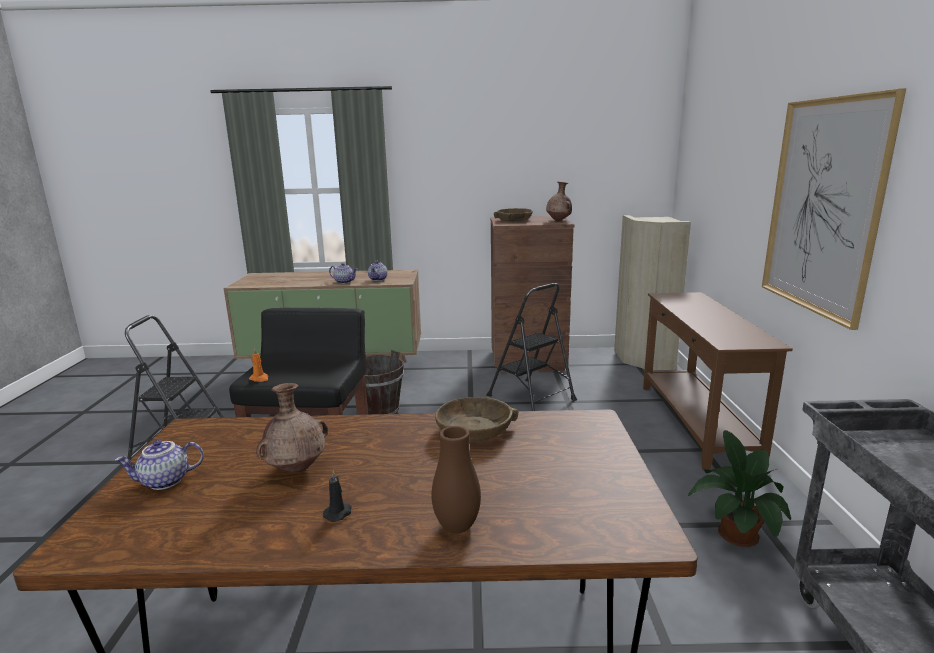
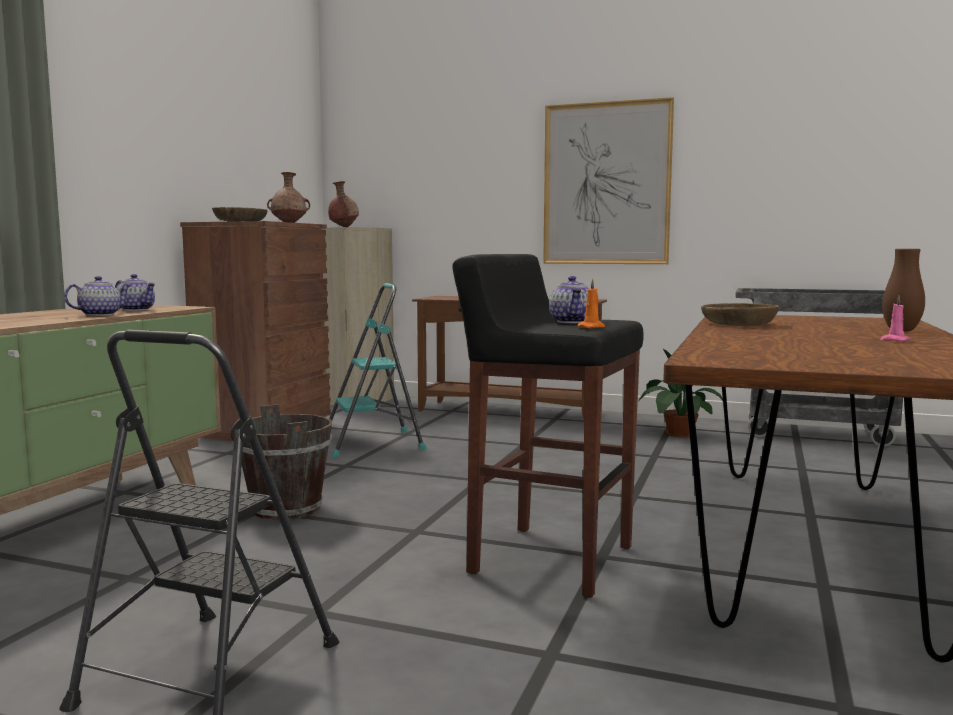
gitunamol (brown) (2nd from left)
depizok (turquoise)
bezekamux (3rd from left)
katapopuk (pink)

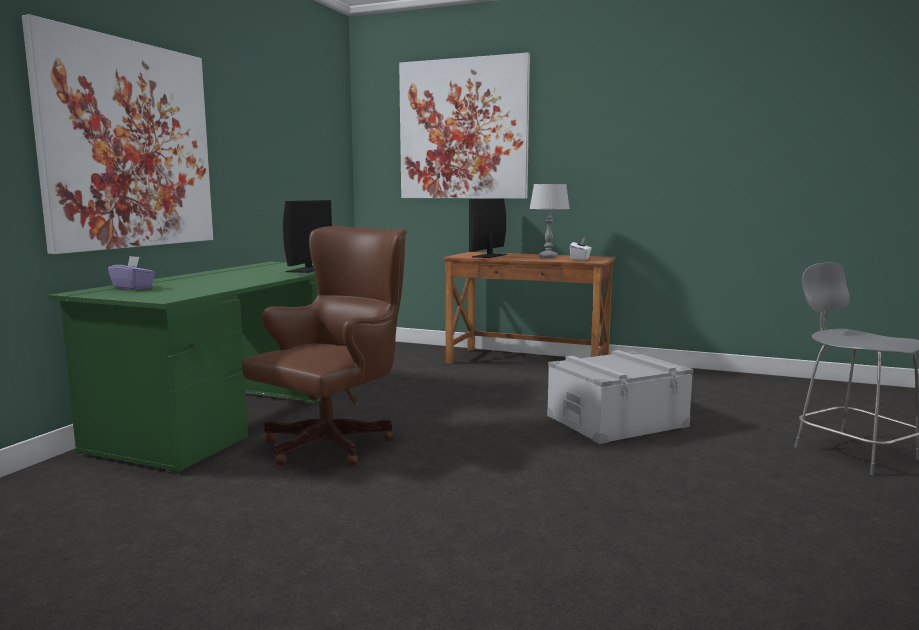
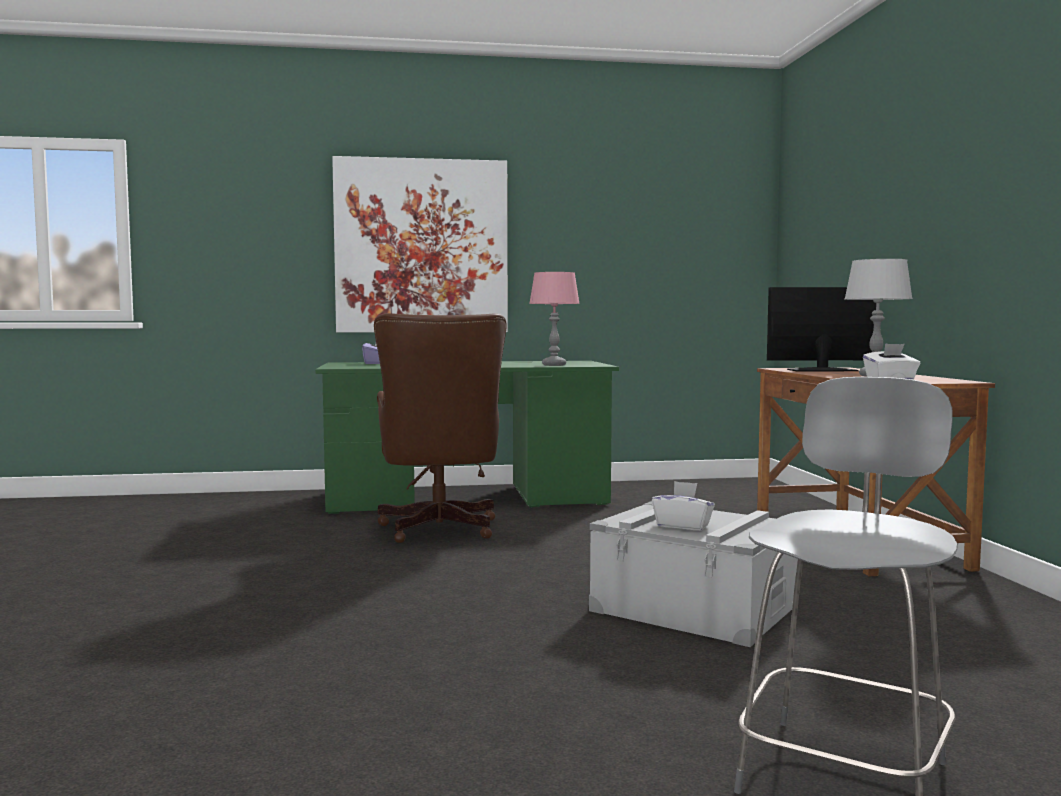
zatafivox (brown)
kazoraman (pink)
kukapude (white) (1st from left)
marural (2nd from left in the first image)

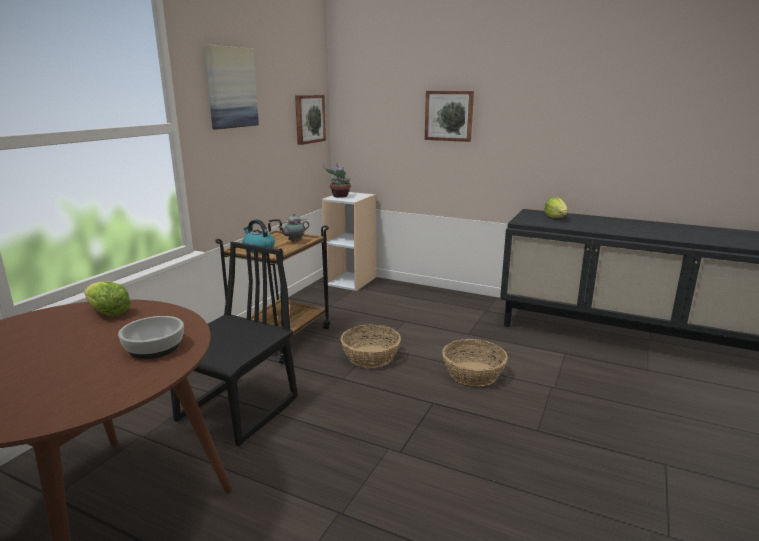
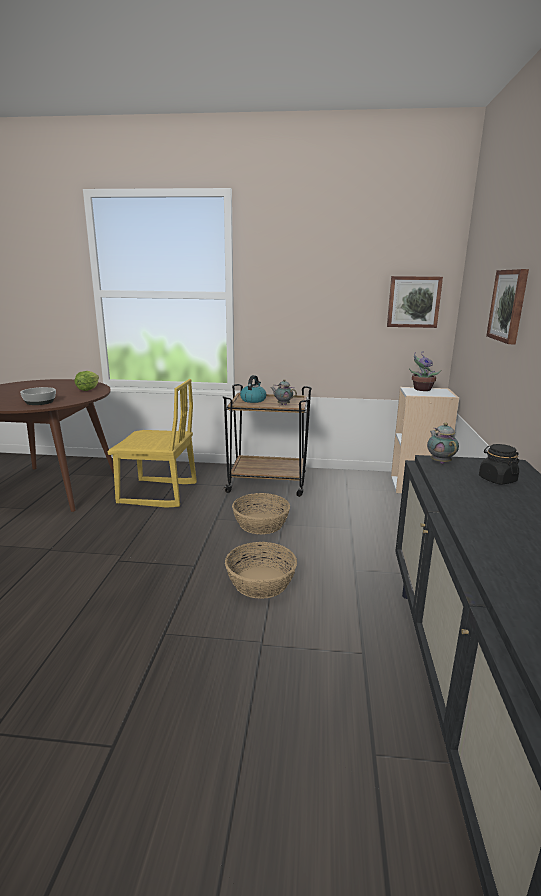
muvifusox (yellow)
bezekamux (2nd from left)
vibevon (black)
marural (1st from left in the first image)

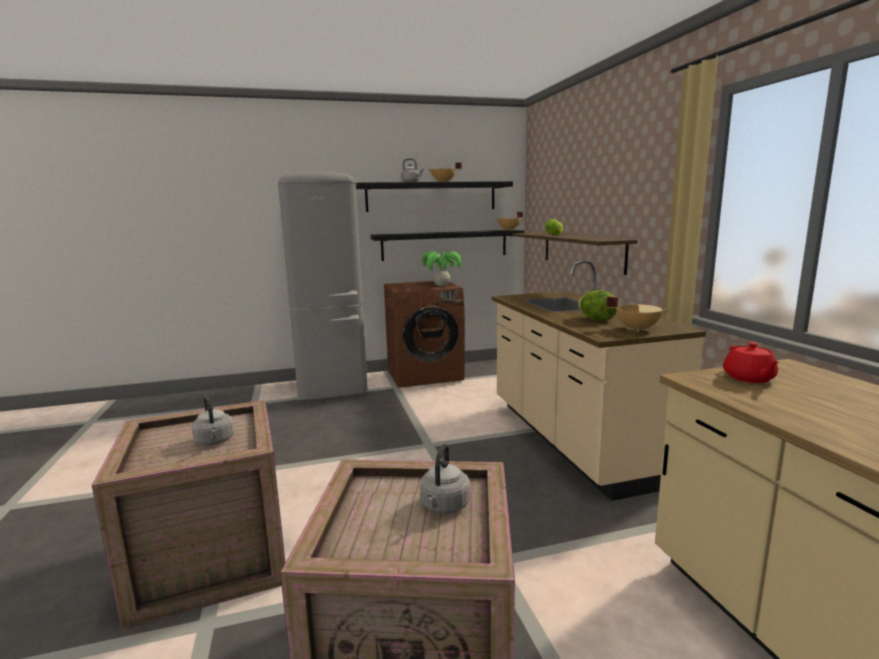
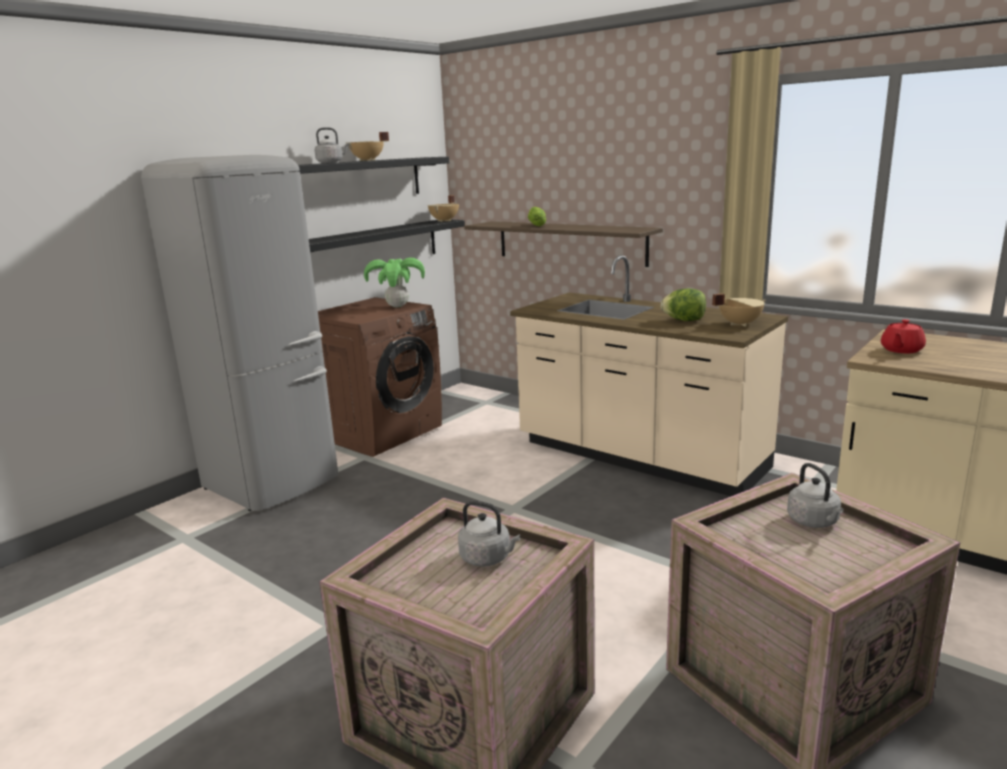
bezekamux (red)

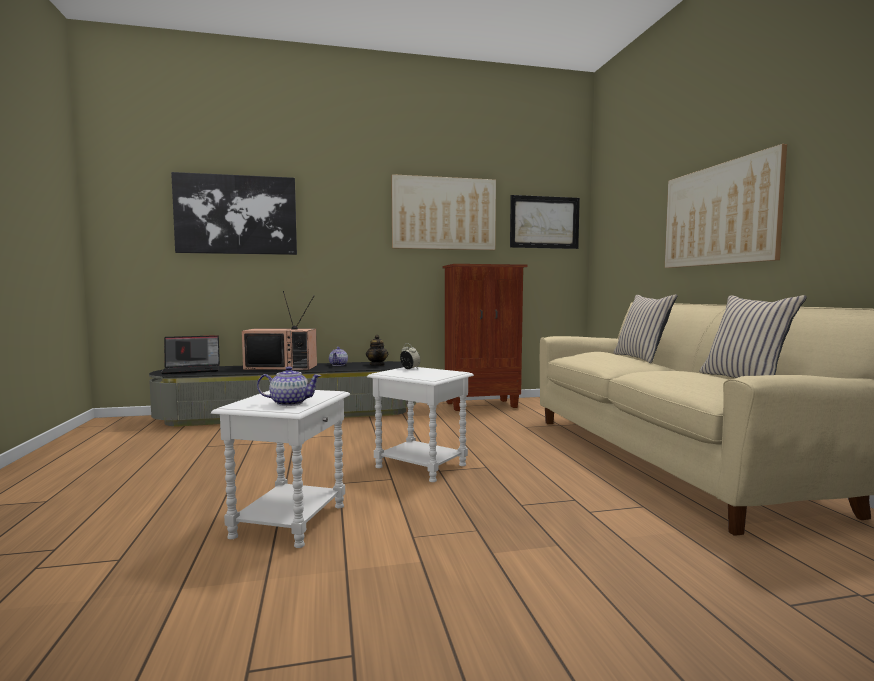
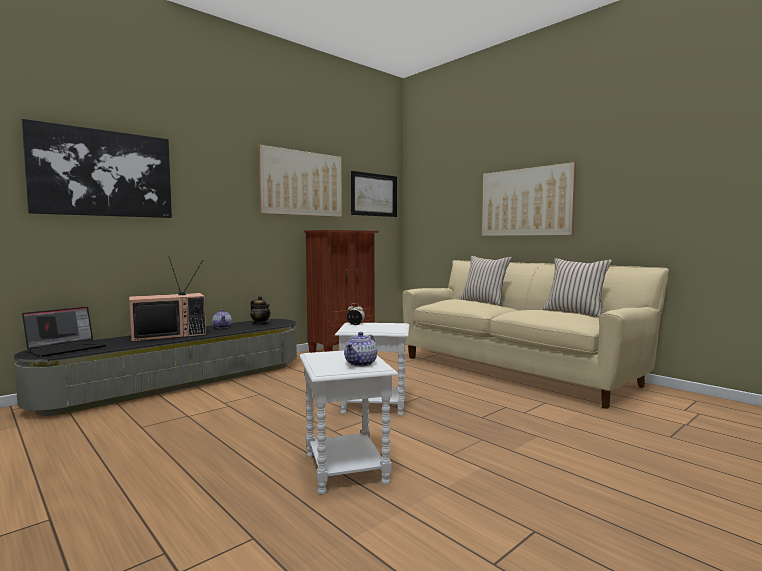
bezekamux (3rd from left)

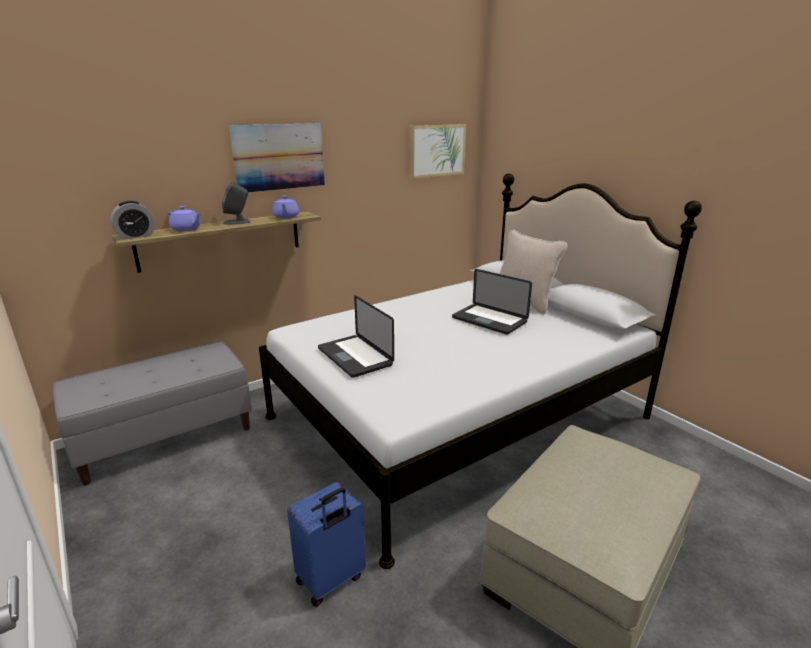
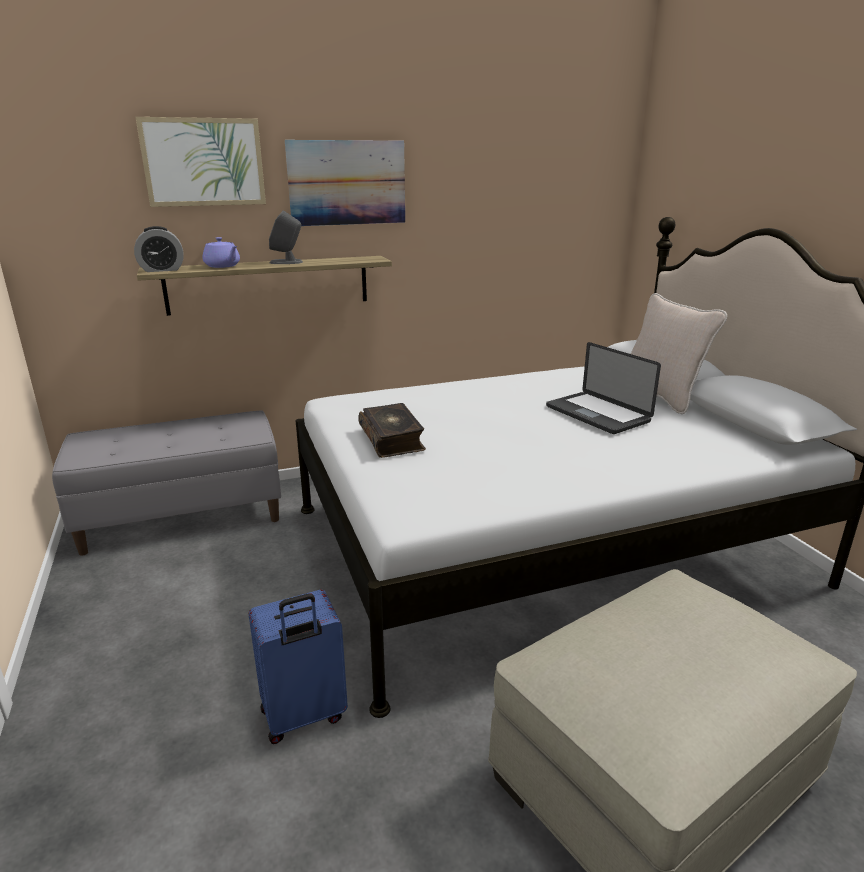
marural (1st from left)
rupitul
bezekamux (purple) (2nd from left in the first image)

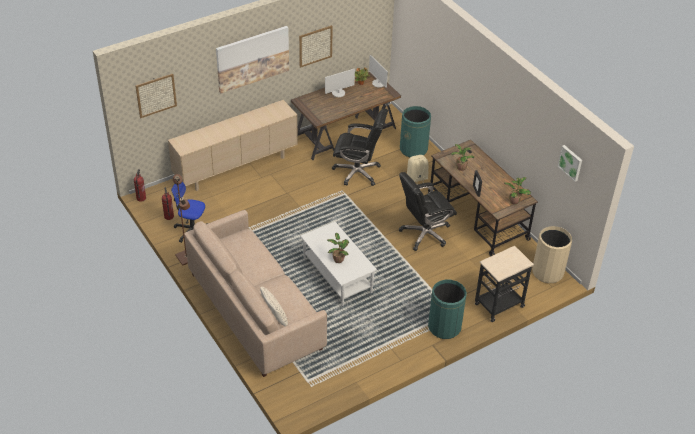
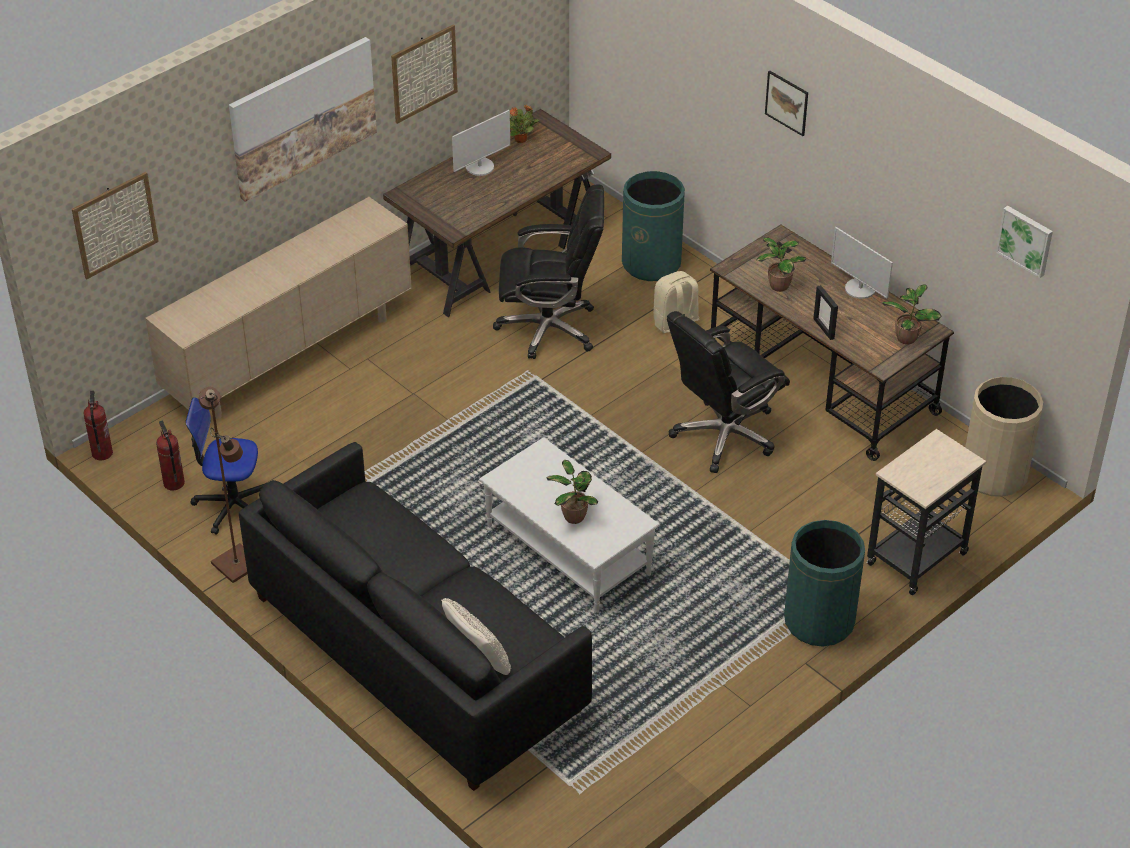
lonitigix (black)
marural (4th from left)
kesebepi (2nd from left)

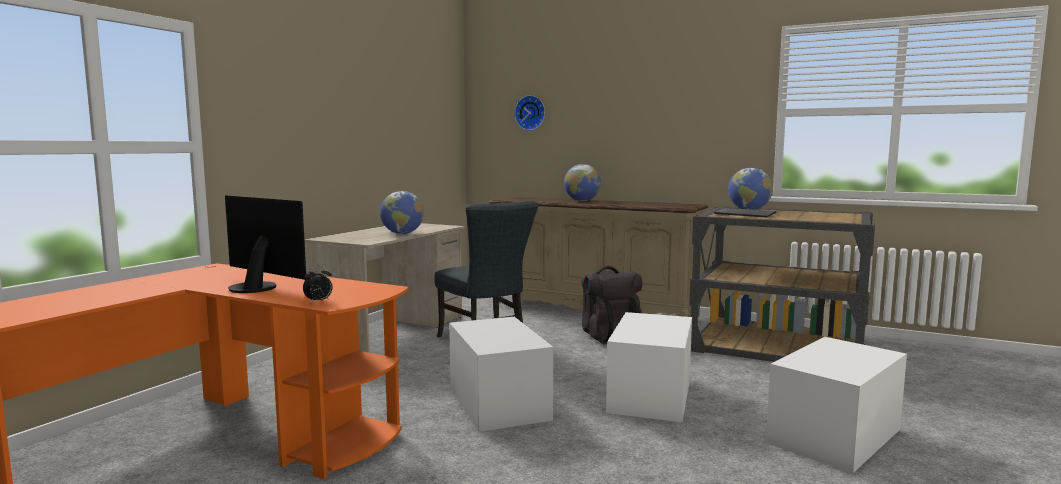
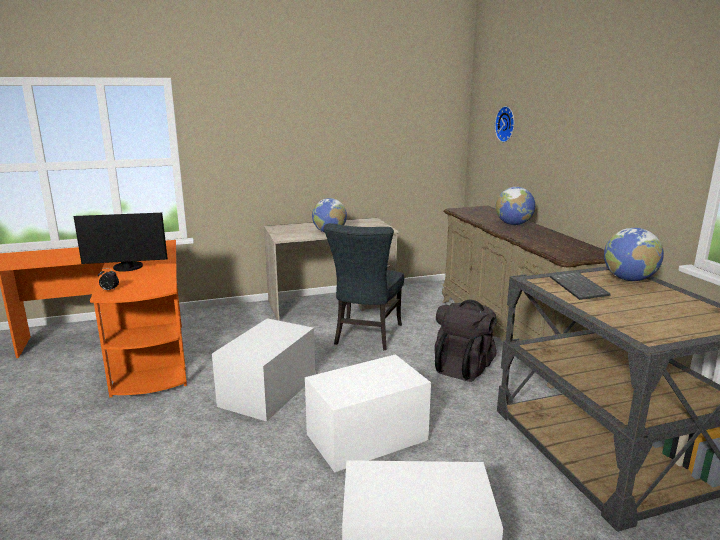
kesebepi

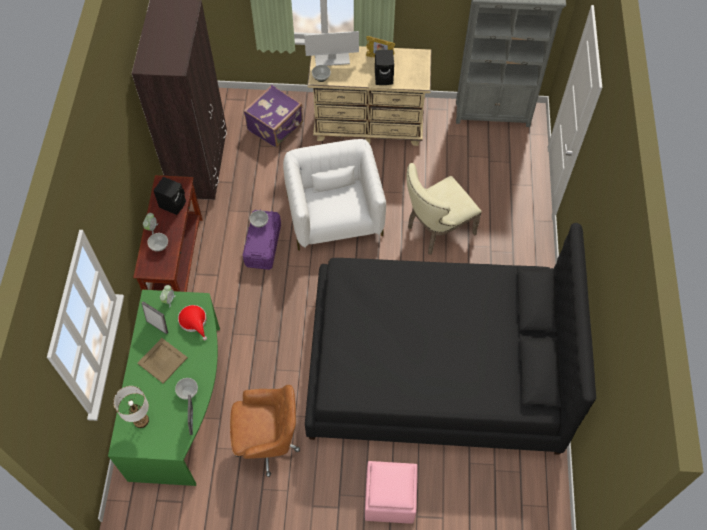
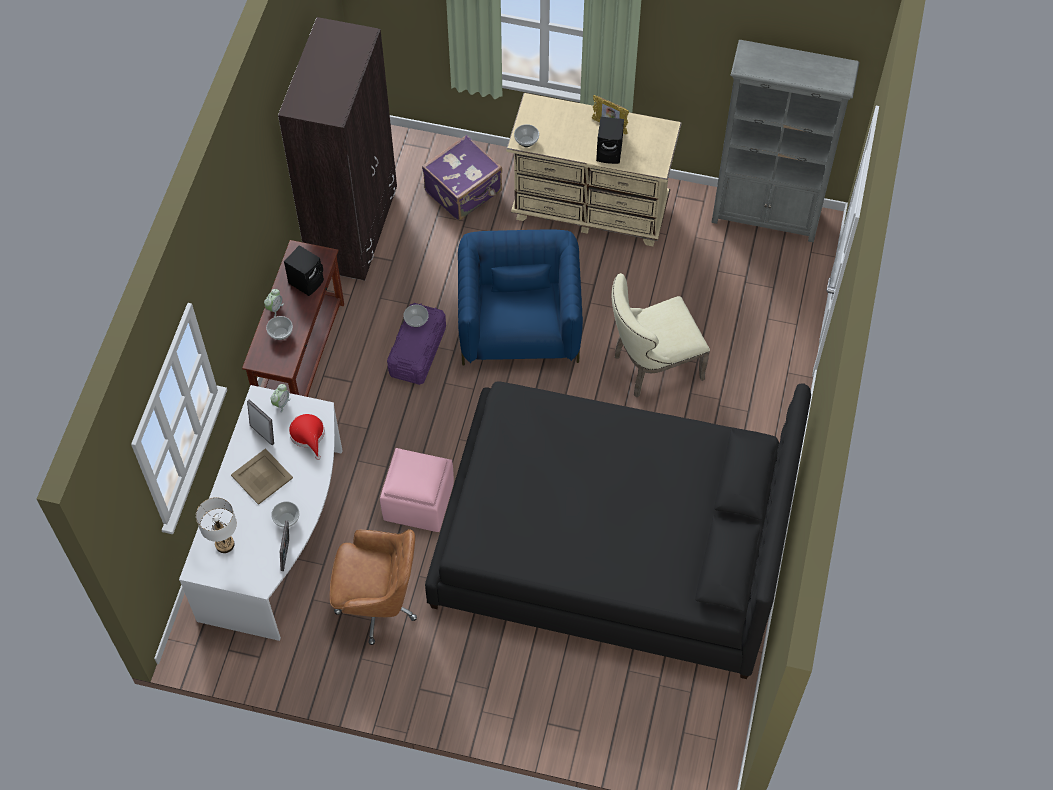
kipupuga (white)
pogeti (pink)
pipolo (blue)
kesebepi

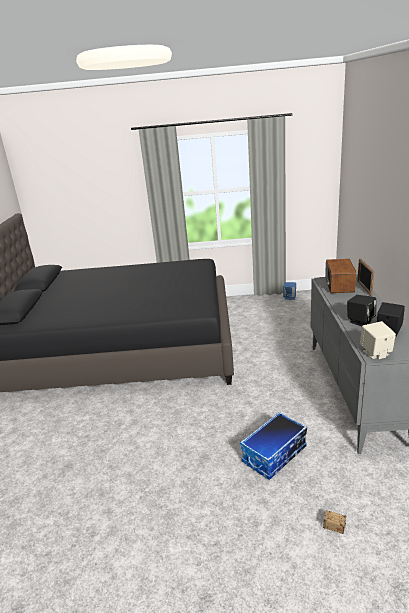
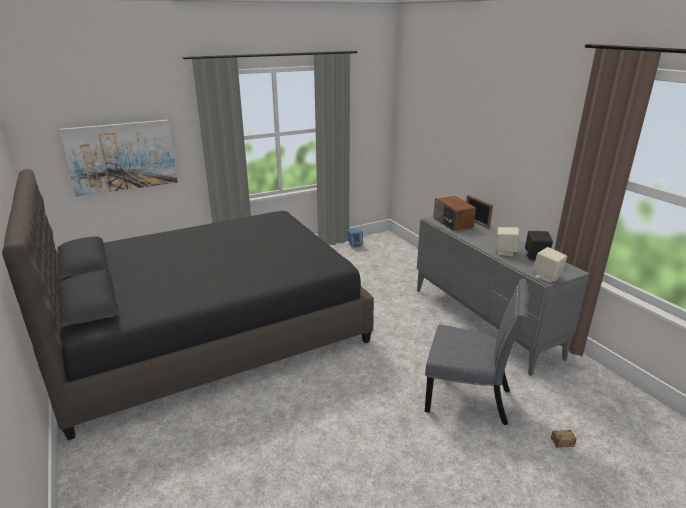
marural
muvifusox (grey)
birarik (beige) (1st from left)

